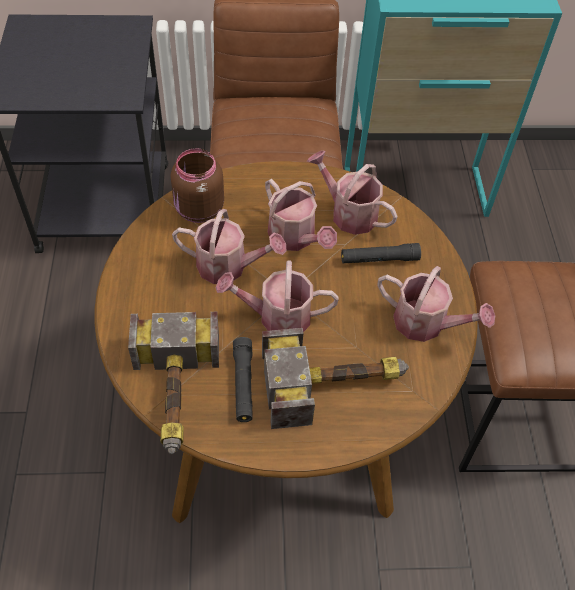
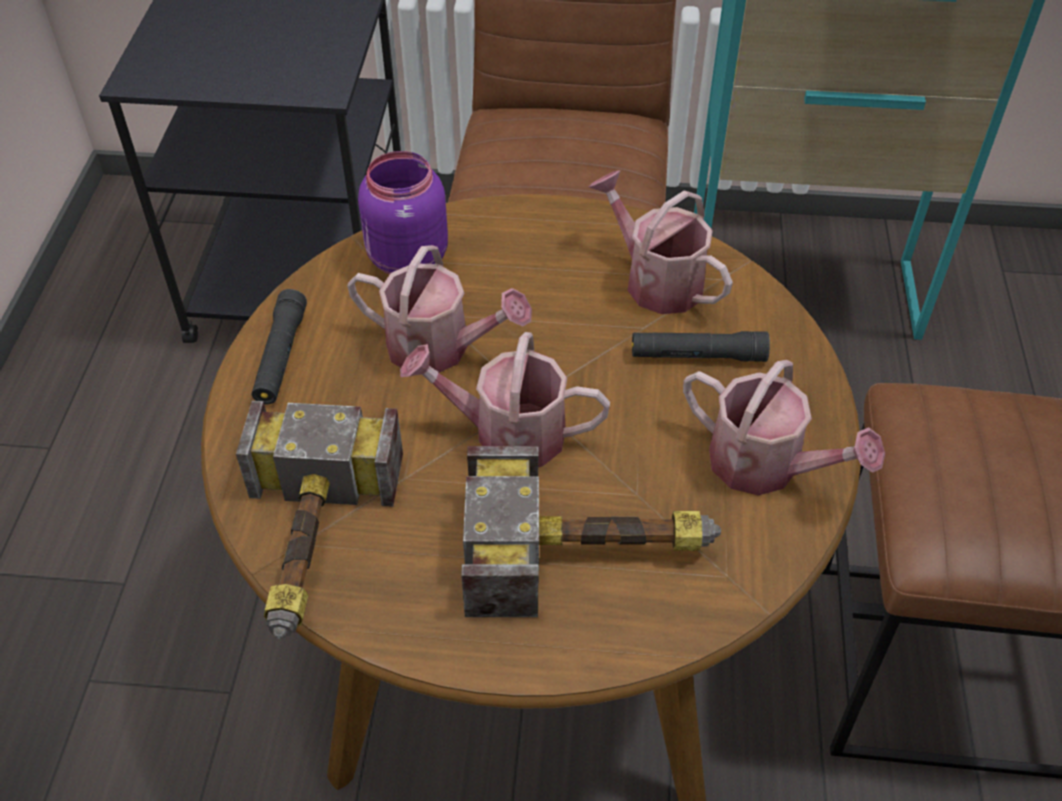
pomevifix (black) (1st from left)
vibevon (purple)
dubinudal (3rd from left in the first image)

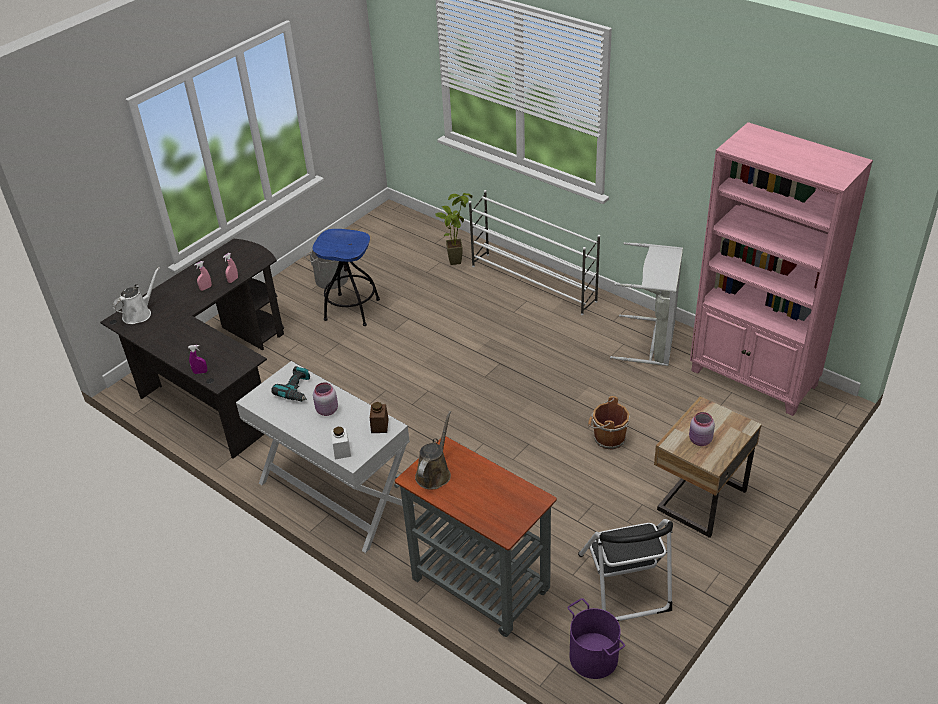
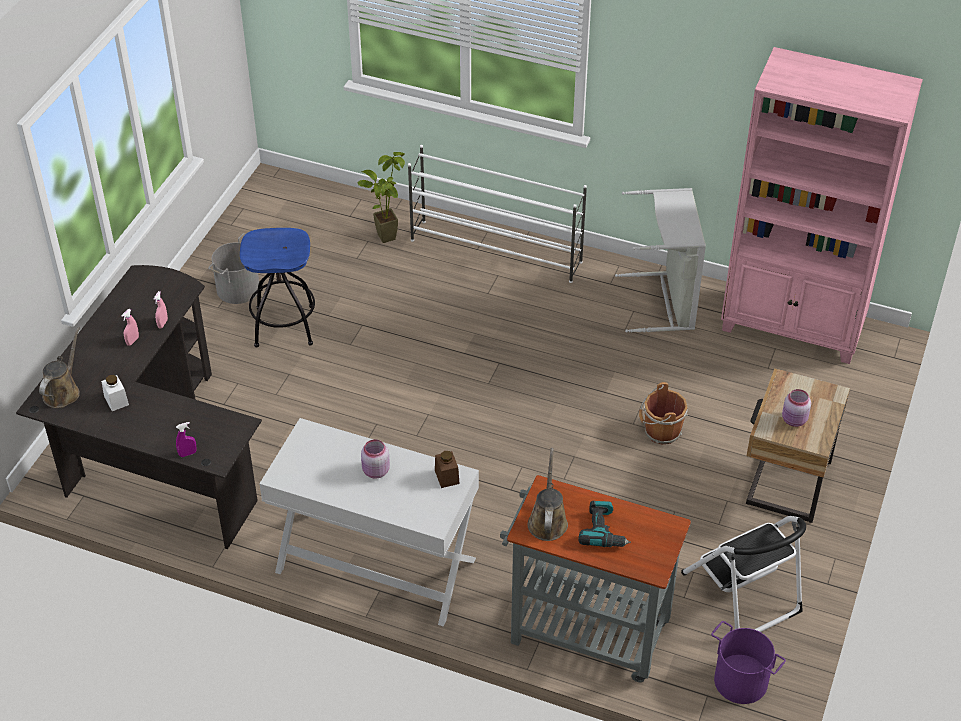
dubinudal (brown) (1st from left)
vibevon (white)
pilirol

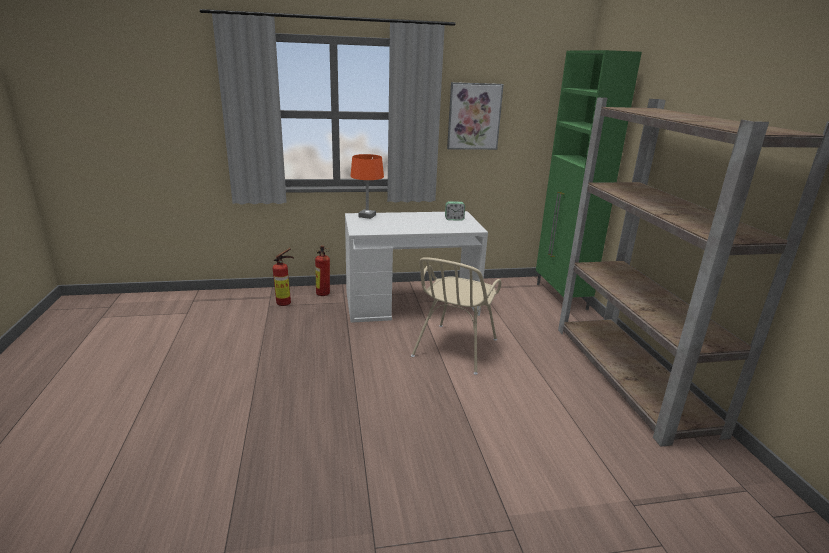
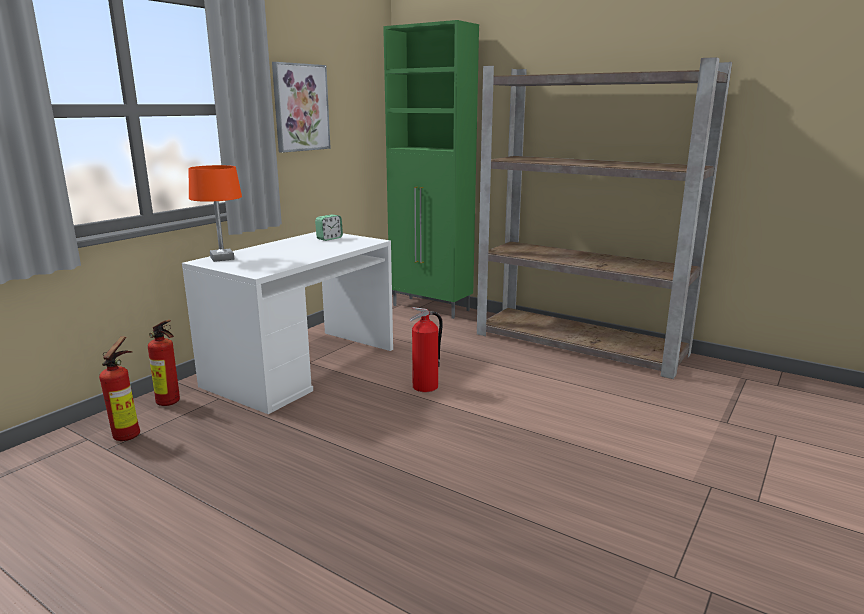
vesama (3rd from left)

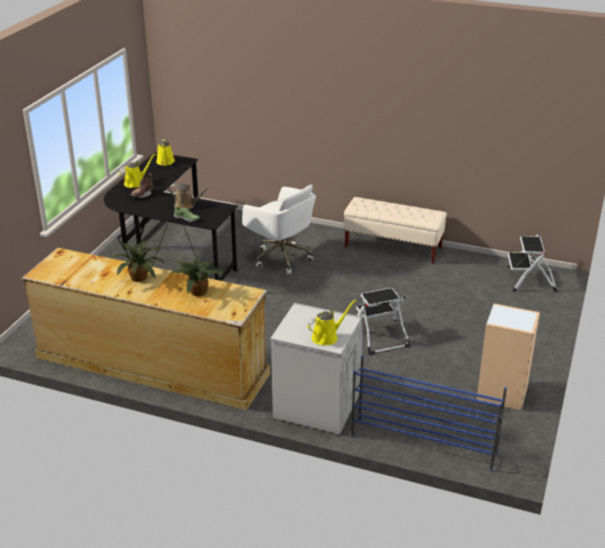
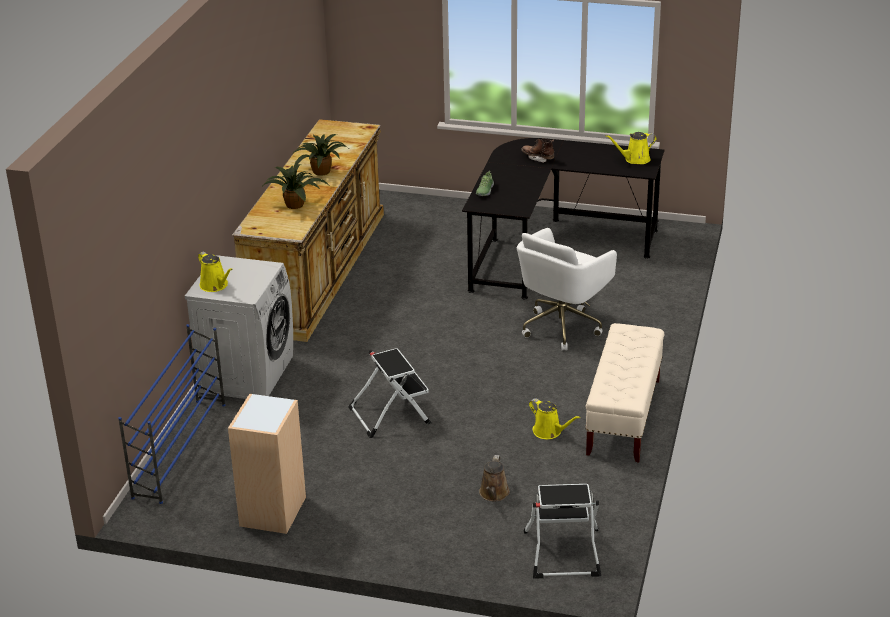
dubinudal (brown)
dubinudal (yellow) (2nd from left)

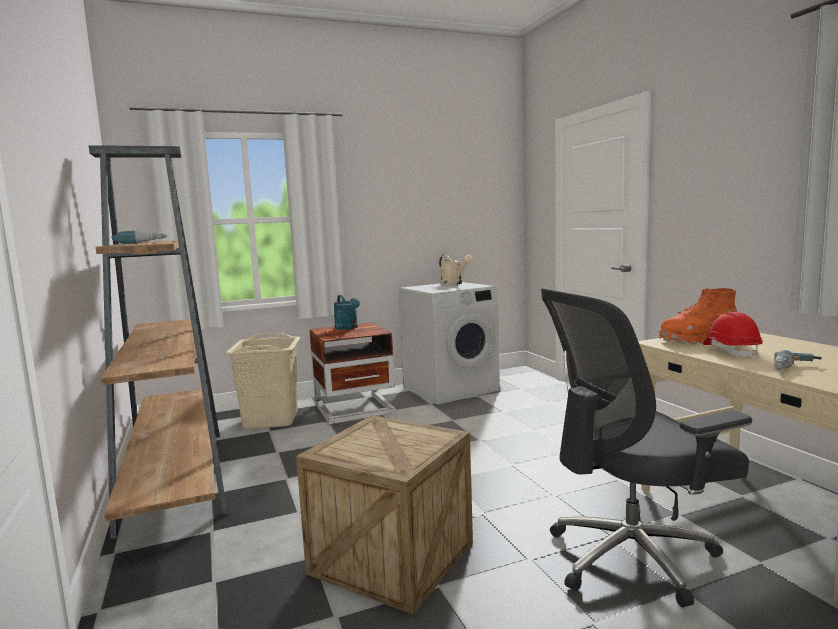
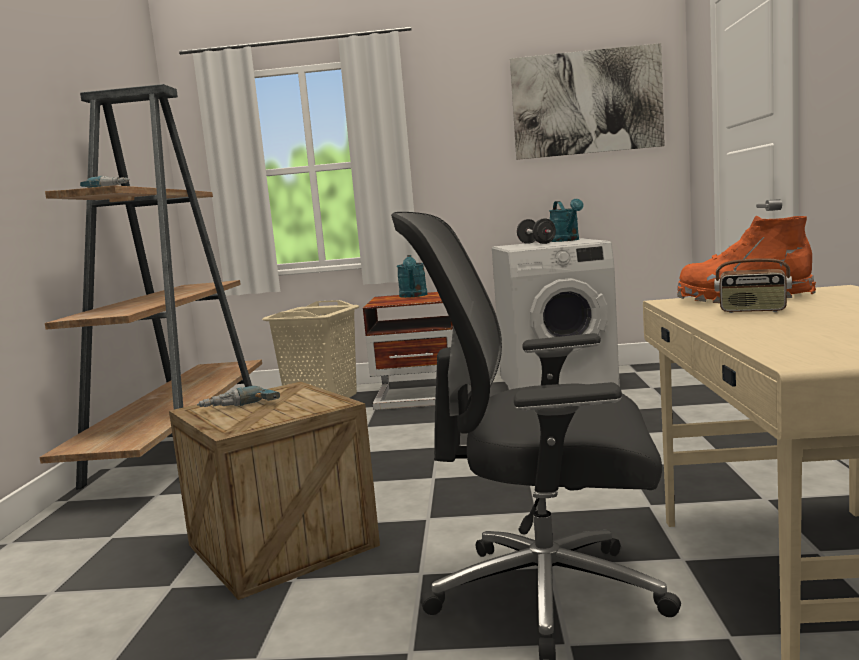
pilirol (2nd from left)
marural
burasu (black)
dubinudal (turquoise) (2nd from left)
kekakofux

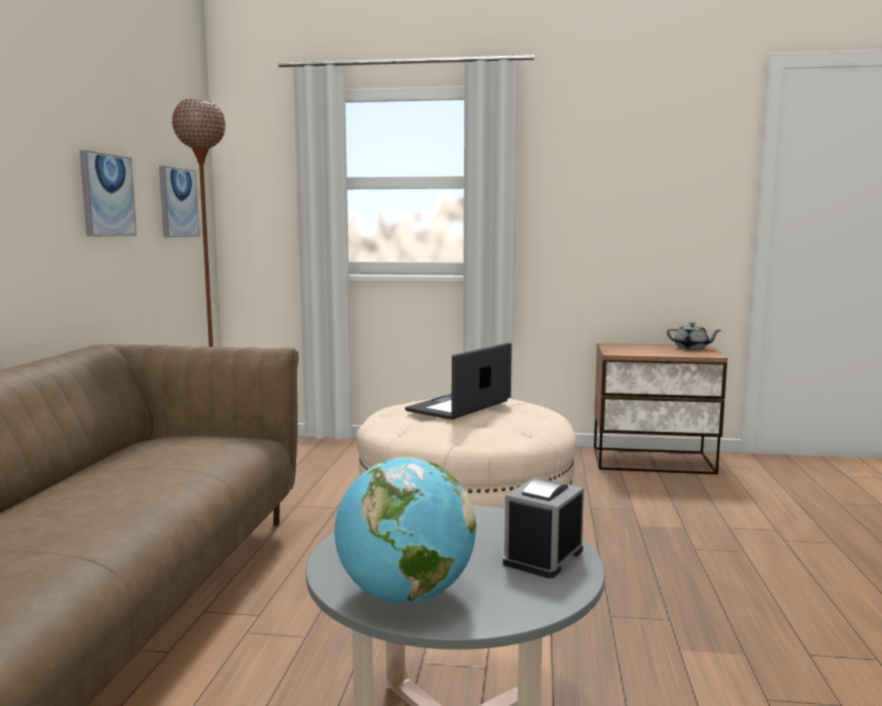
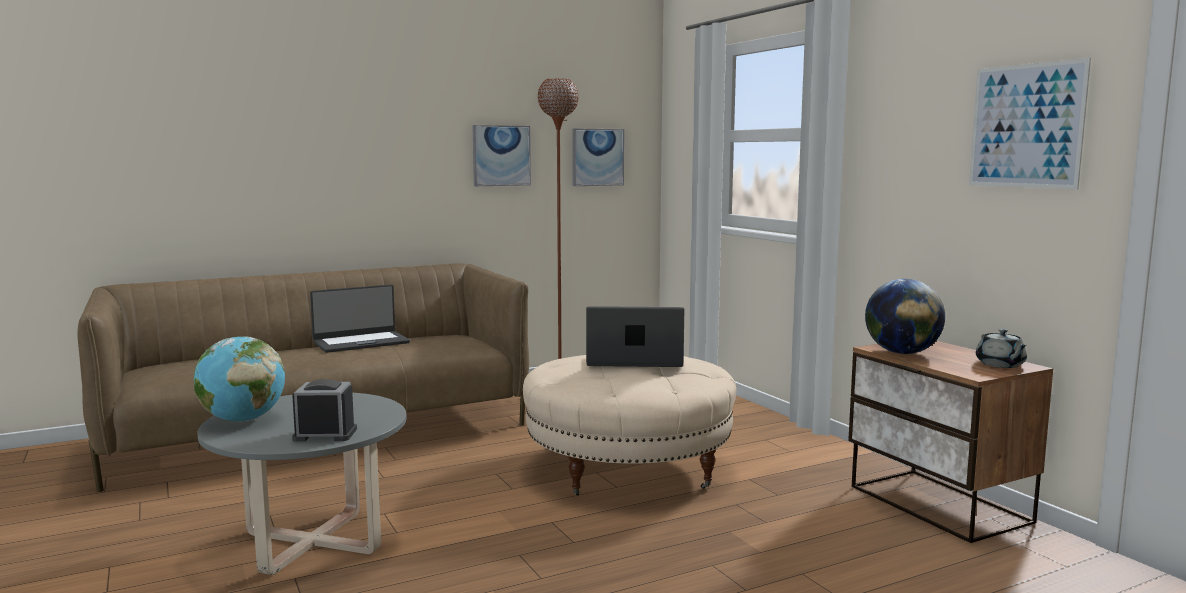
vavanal (1st from left)
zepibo (2nd from left)
marural (3rd from left)

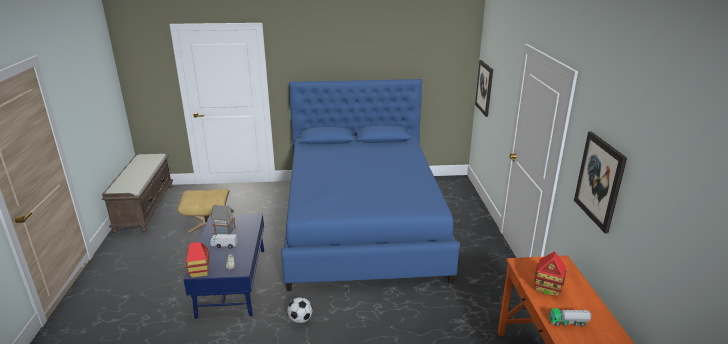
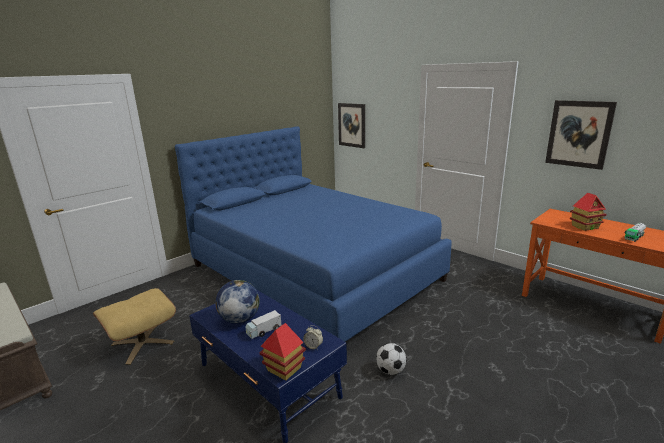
zepibo

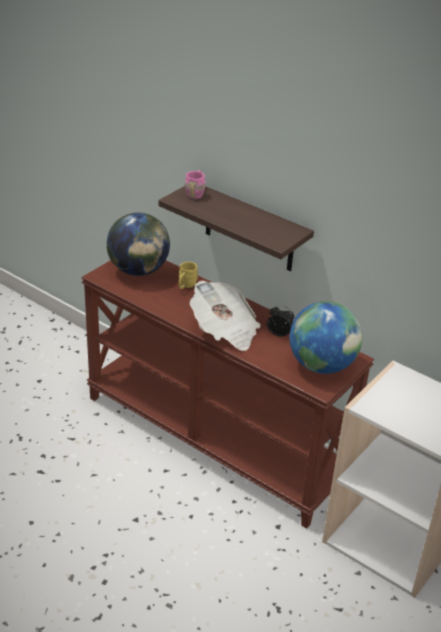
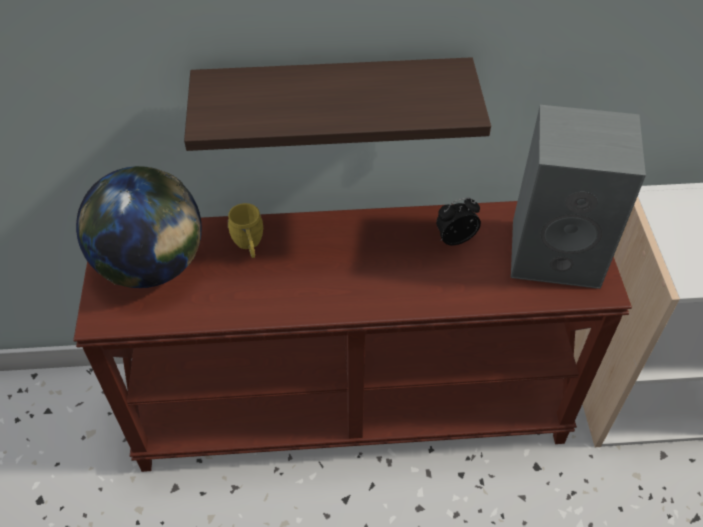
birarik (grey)
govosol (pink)
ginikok

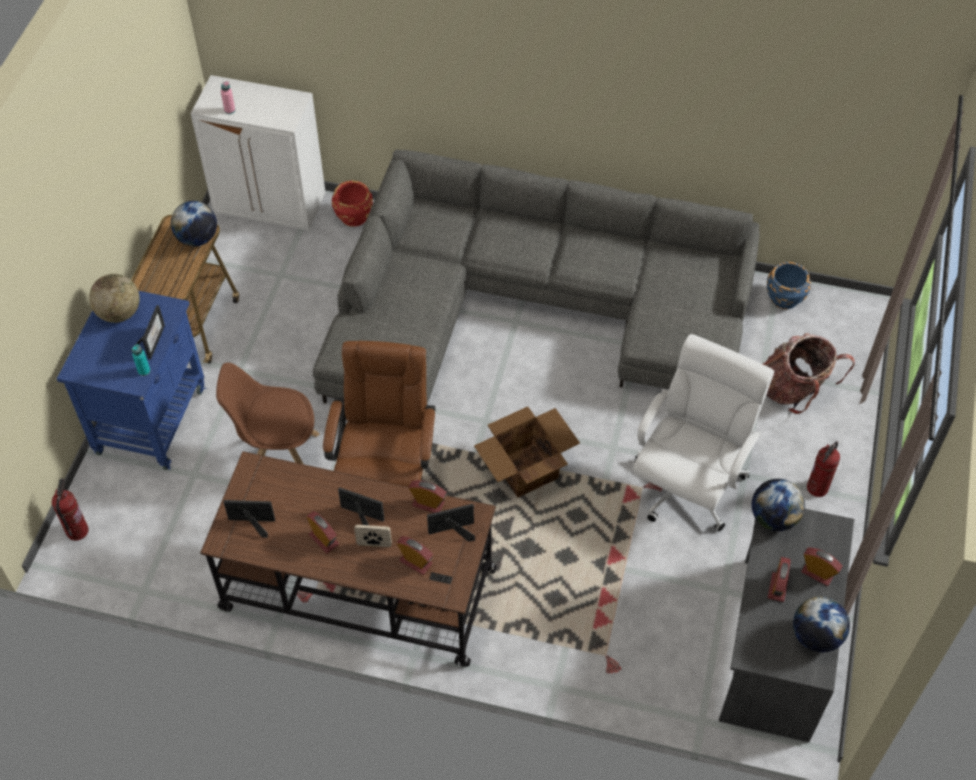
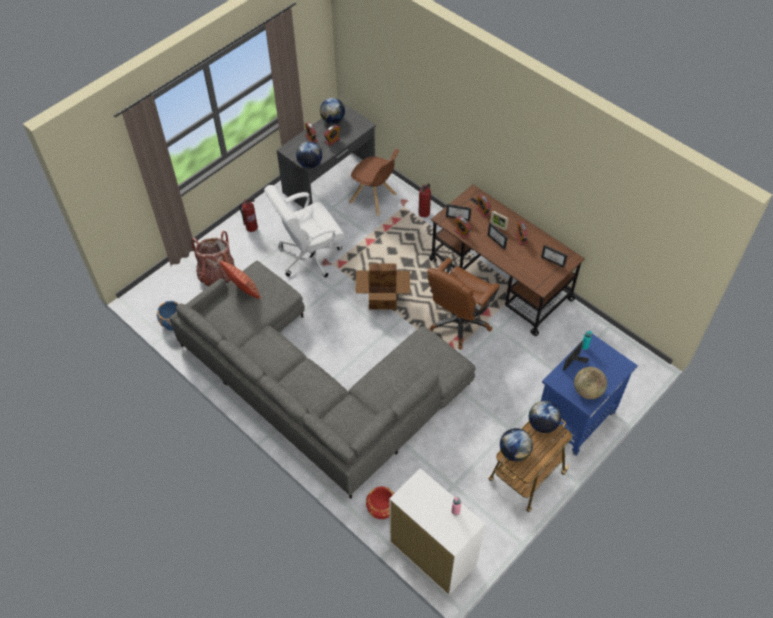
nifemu
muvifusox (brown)
vesama (2nd from left)
zepibo (4th from left)

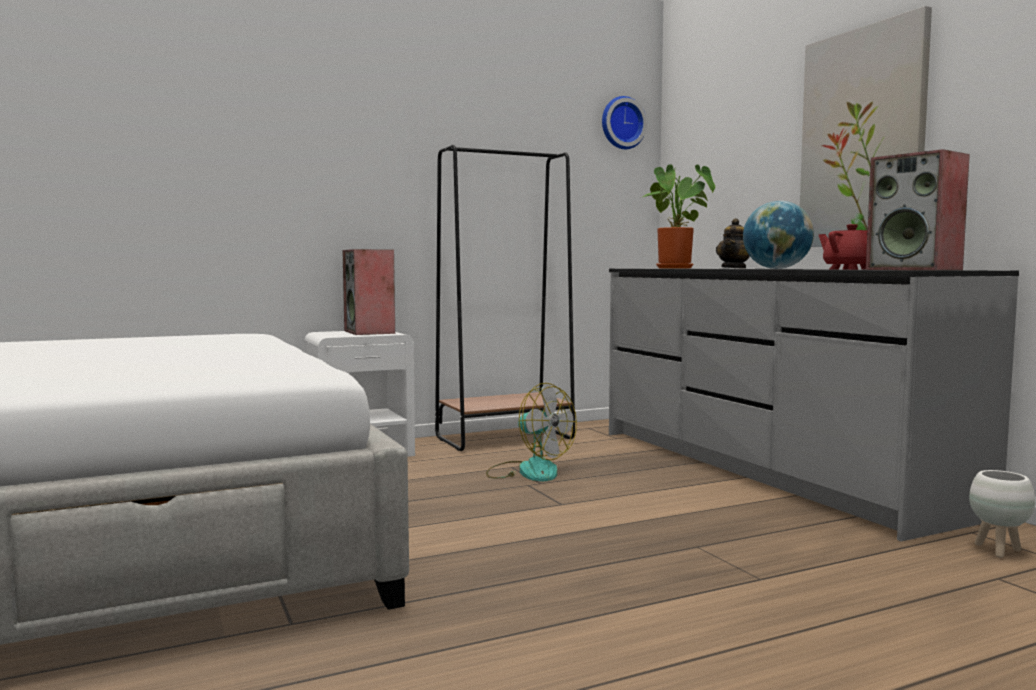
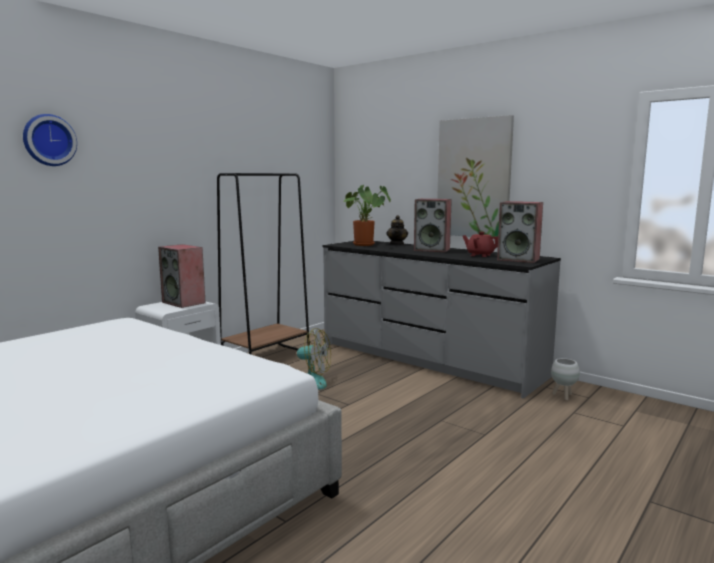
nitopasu
birarik (2nd from left)

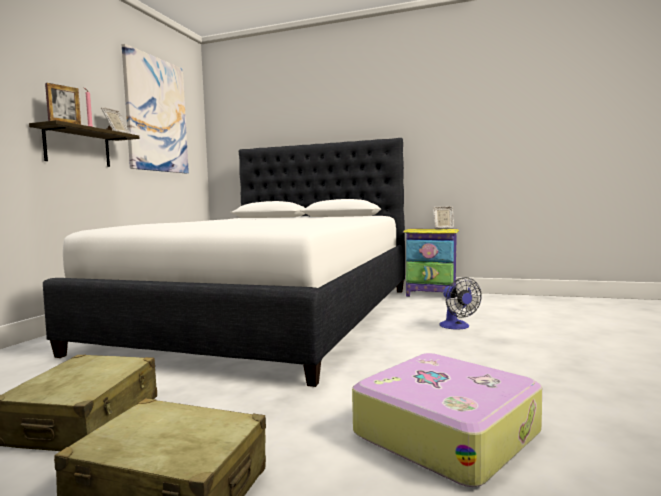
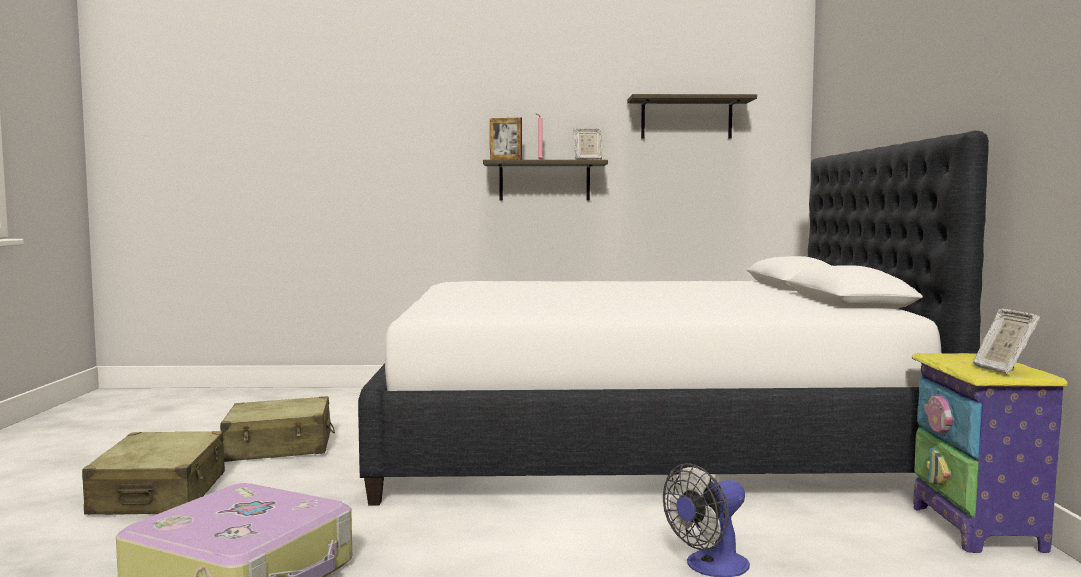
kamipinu (2nd from left)

